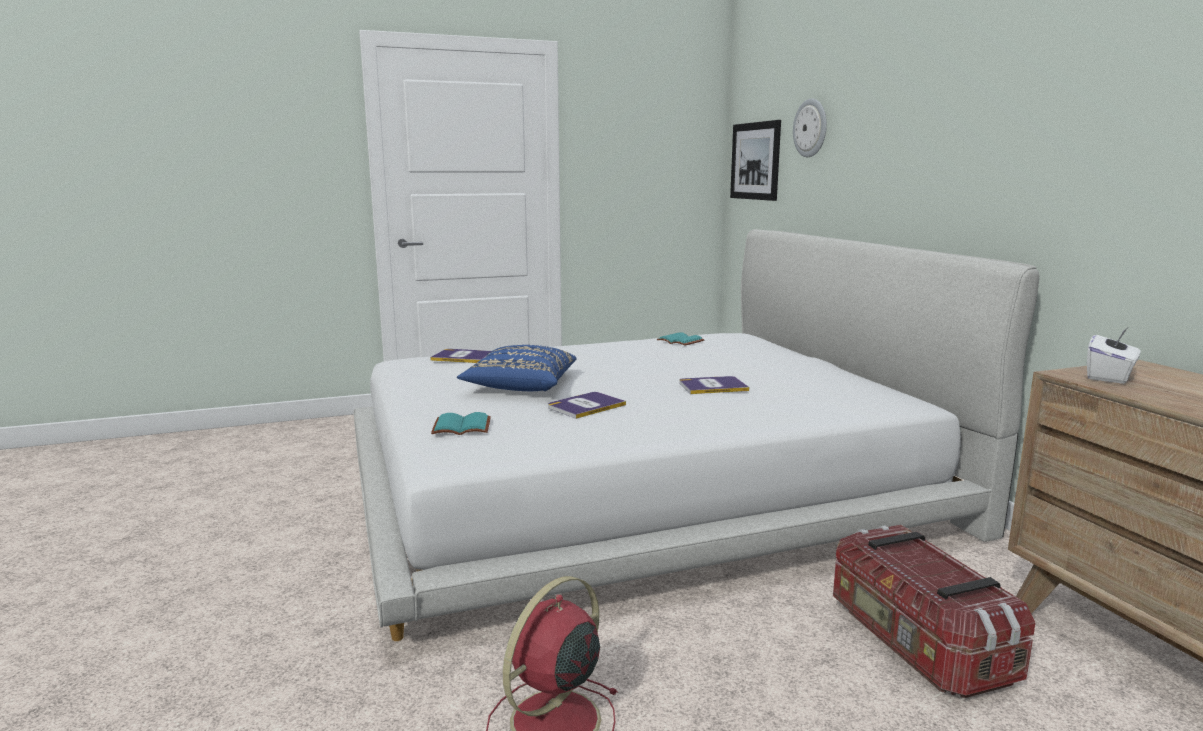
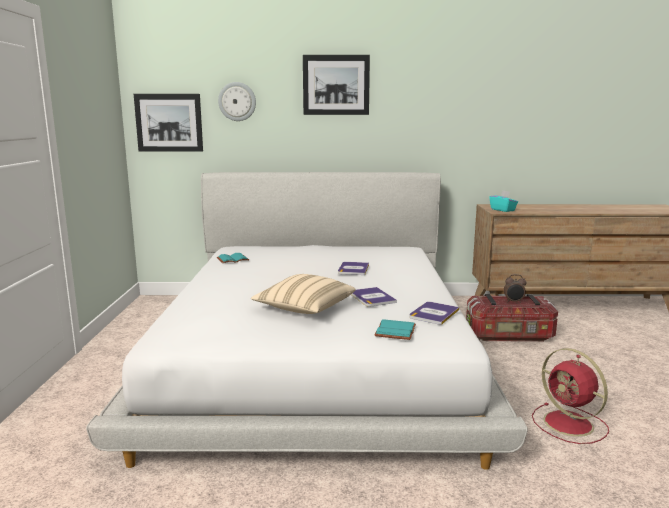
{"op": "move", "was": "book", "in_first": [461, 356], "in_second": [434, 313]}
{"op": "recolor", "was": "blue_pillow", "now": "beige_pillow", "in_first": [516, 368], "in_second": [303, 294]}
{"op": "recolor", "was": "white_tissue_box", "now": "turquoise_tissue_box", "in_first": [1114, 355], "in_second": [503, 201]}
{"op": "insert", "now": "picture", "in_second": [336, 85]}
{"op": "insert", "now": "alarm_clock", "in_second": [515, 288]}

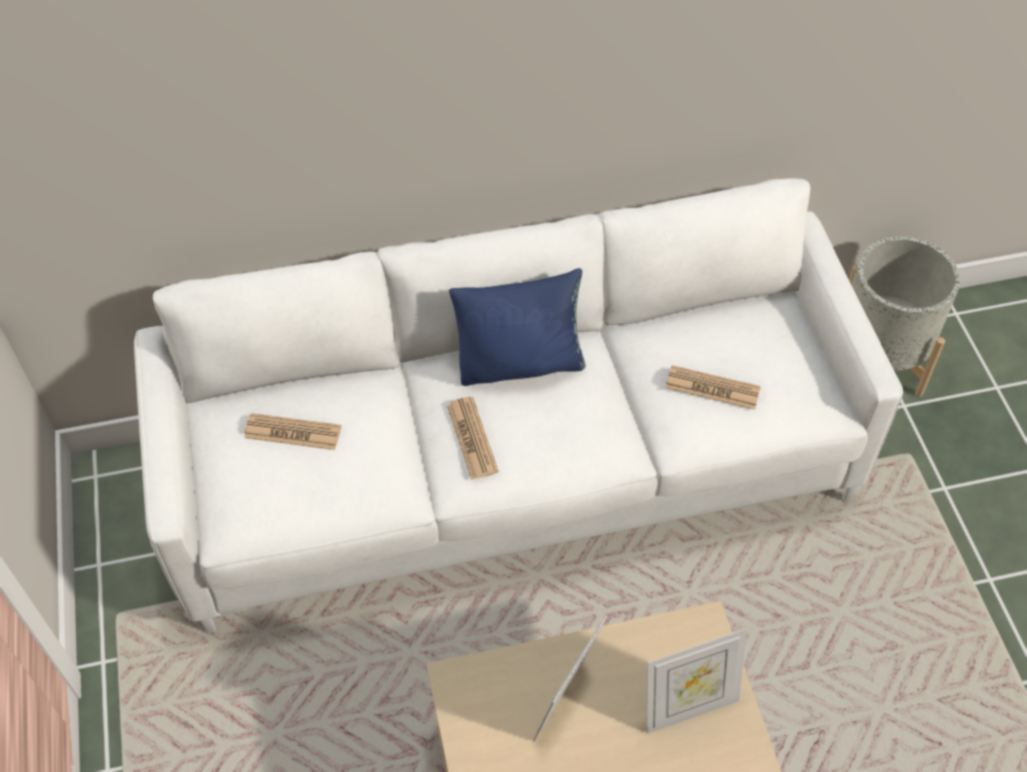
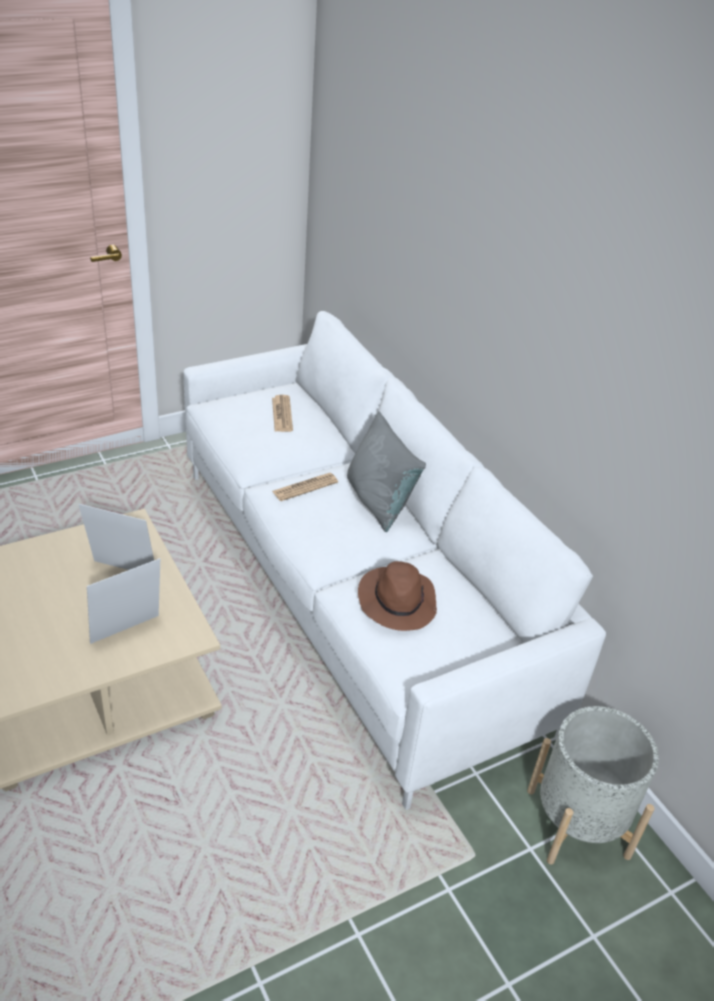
{"op": "recolor", "was": "blue_pillow", "now": "grey_pillow", "in_first": [517, 327], "in_second": [386, 471]}
{"op": "rotate", "was": "picture_frame", "in_first": [697, 681], "in_second": [123, 601], "clockwise": 90}
{"op": "replace", "was": "newspaper", "now": "brown_hat", "in_first": [713, 387], "in_second": [397, 596]}

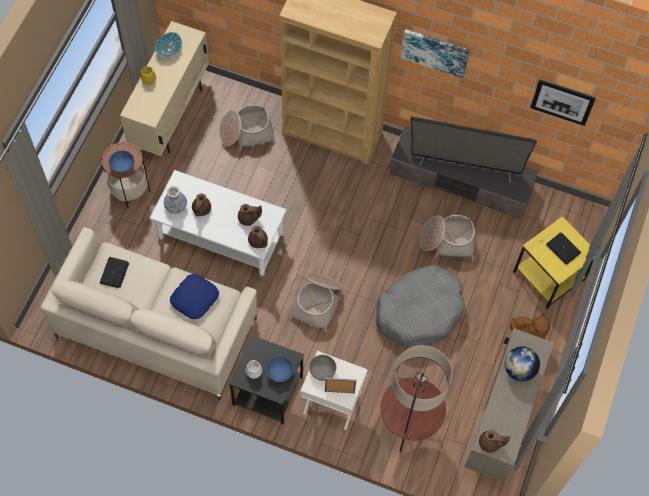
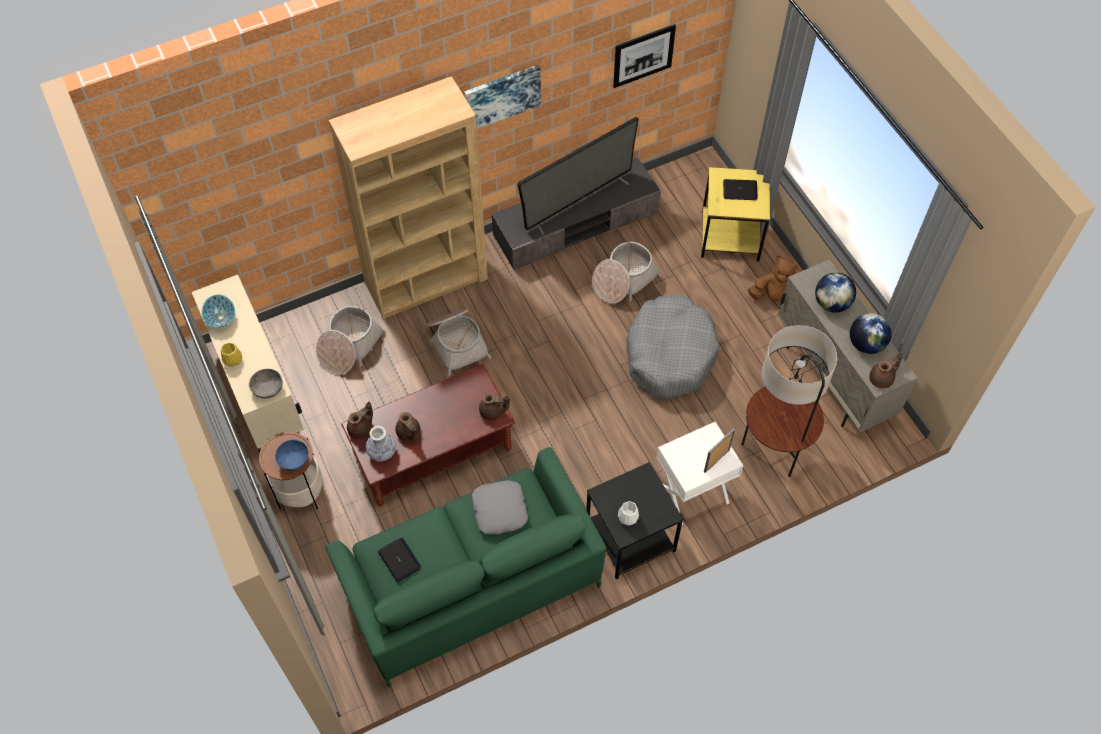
{"op": "recolor", "was": "beige_sofa", "now": "green_sofa", "in_first": [149, 313], "in_second": [465, 567]}
{"op": "recolor", "was": "white_coffee_table", "now": "brown_coffee_table", "in_first": [218, 223], "in_second": [428, 435]}
{"op": "recolor", "was": "blue_pillow", "now": "grey_pillow", "in_first": [194, 296], "in_second": [500, 507]}
{"op": "move", "was": "brown_teapot", "in_first": [250, 215], "in_second": [360, 420]}
{"op": "delete", "was": "blue_bowl", "in_first": [279, 369]}
{"op": "move", "was": "basket", "in_first": [315, 302], "in_second": [459, 342]}
{"op": "move", "was": "grey_bowl", "in_first": [322, 368], "in_second": [266, 384]}
{"op": "insert", "now": "globe", "in_second": [871, 333]}

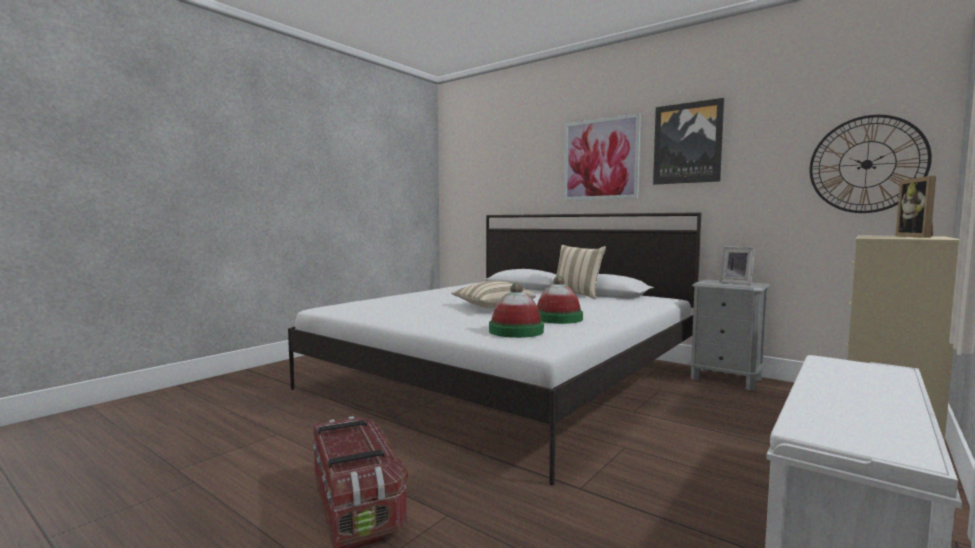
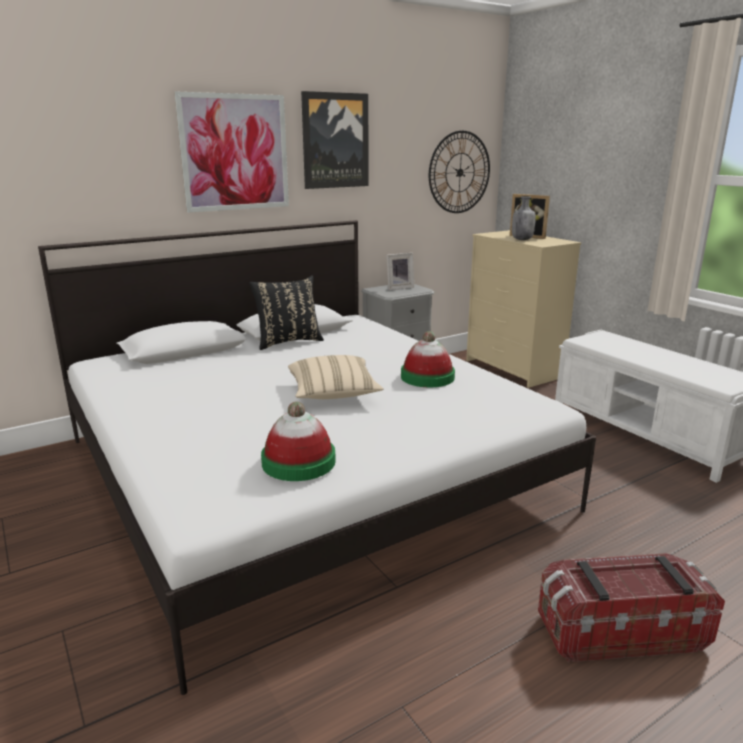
{"op": "move", "was": "hat", "in_first": [516, 310], "in_second": [298, 441]}
{"op": "recolor", "was": "beige_pillow", "now": "black_pillow", "in_first": [581, 272], "in_second": [286, 312]}
{"op": "insert", "now": "grey_bottle", "in_second": [524, 218]}

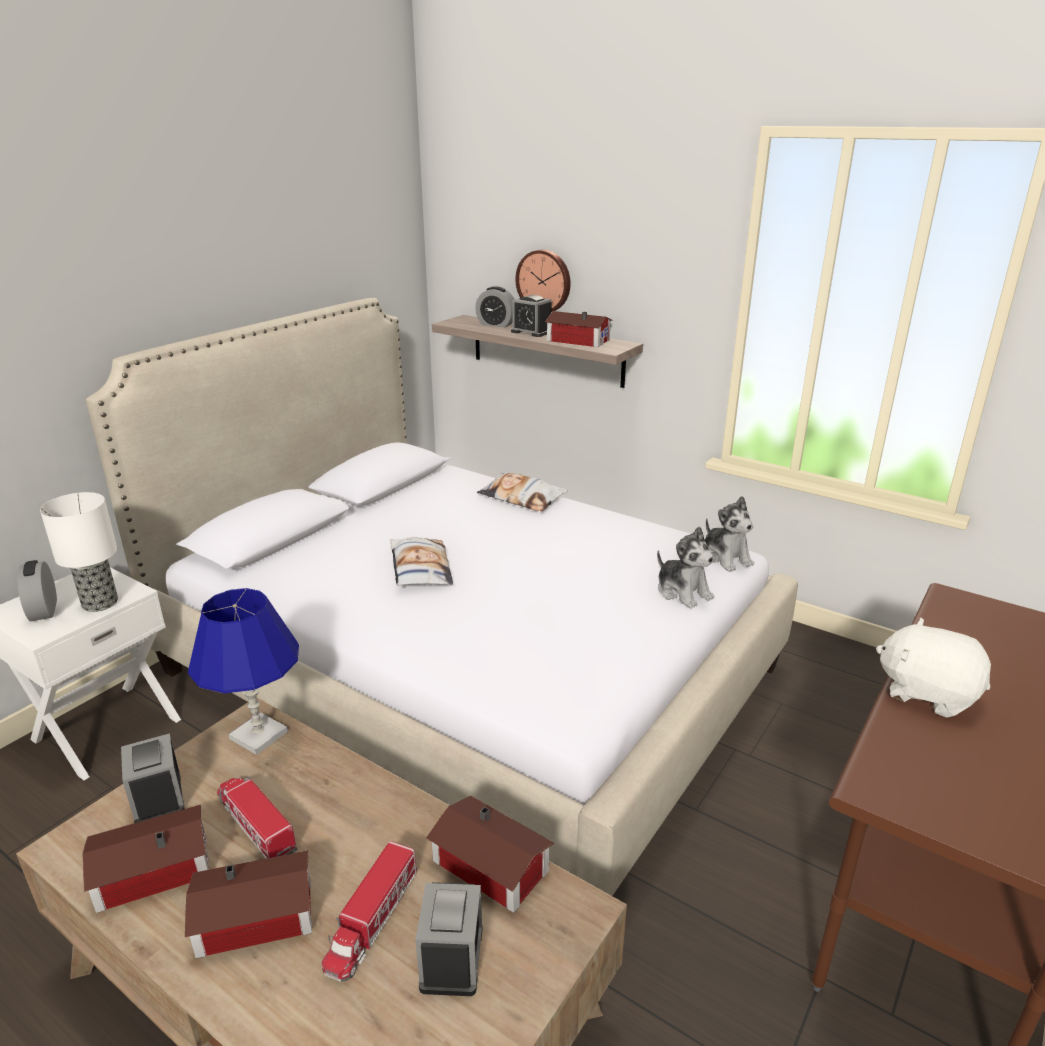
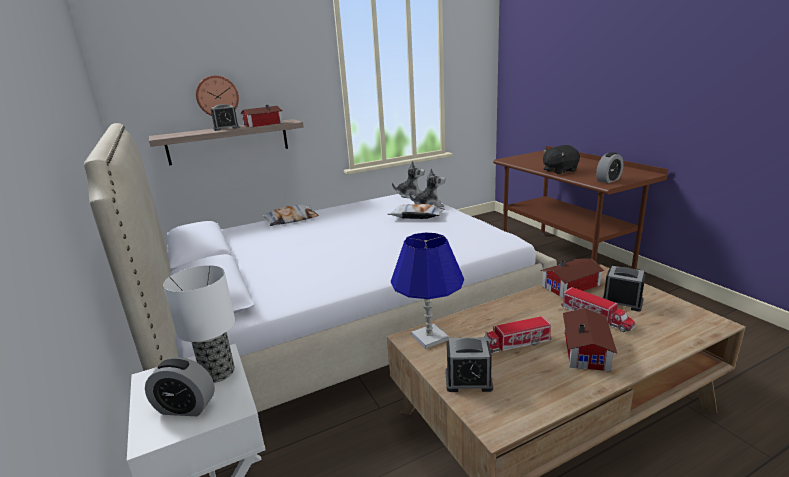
{"op": "delete", "was": "toy_house", "in_first": [145, 859]}
{"op": "move", "was": "pillow", "in_first": [421, 561], "in_second": [416, 211]}
{"op": "move", "was": "alarm_clock", "in_first": [495, 307], "in_second": [609, 167]}
{"op": "recolor", "was": "white_plush_toy", "now": "black_plush_toy", "in_first": [933, 668], "in_second": [561, 160]}

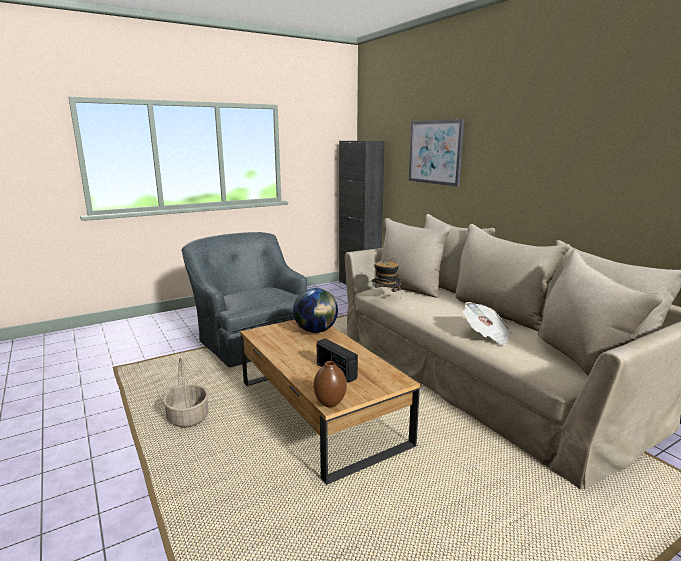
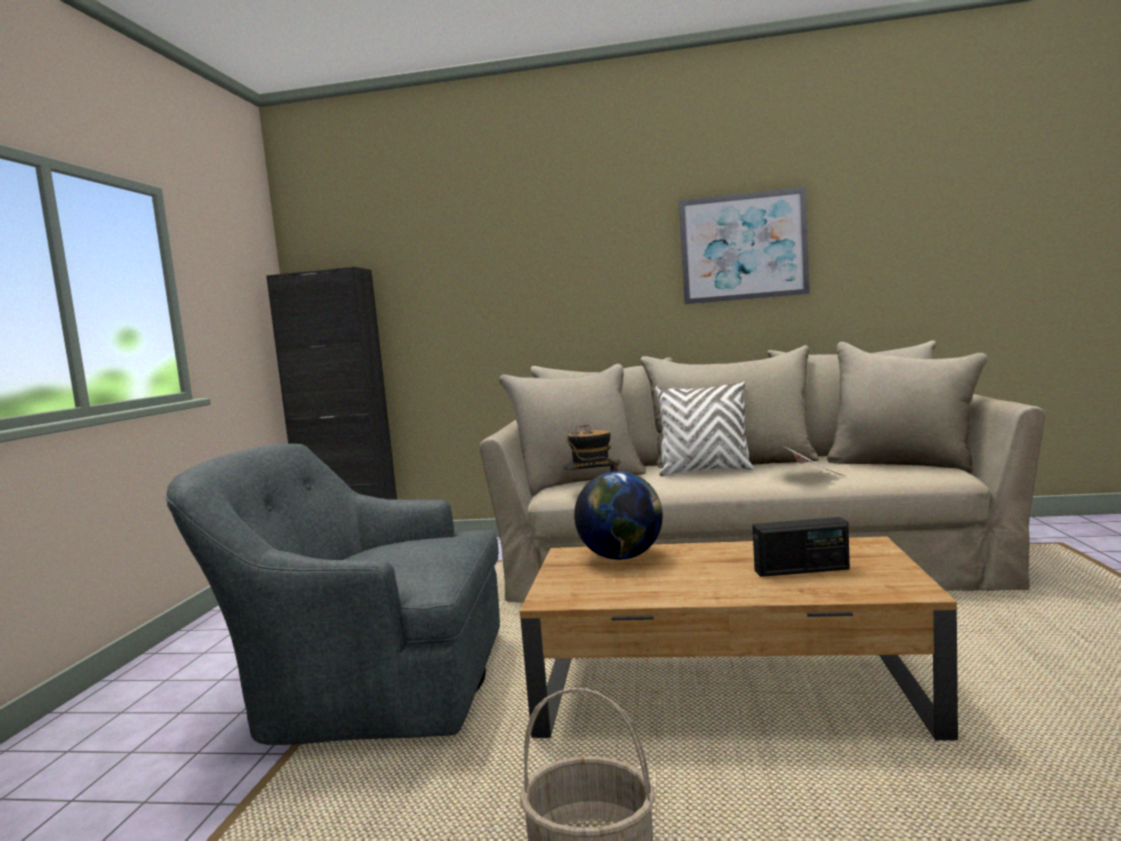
{"op": "delete", "was": "brown_vase", "in_first": [330, 384]}
{"op": "move", "was": "picture", "in_first": [436, 153], "in_second": [744, 246]}
{"op": "insert", "now": "white_pillow", "in_second": [704, 428]}

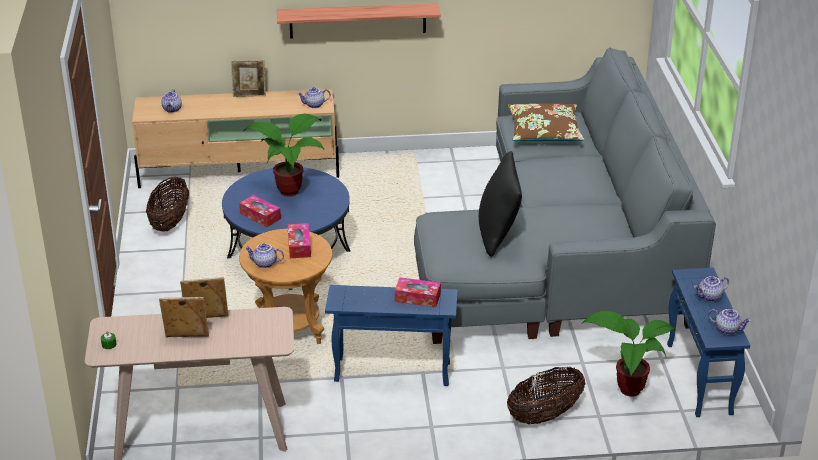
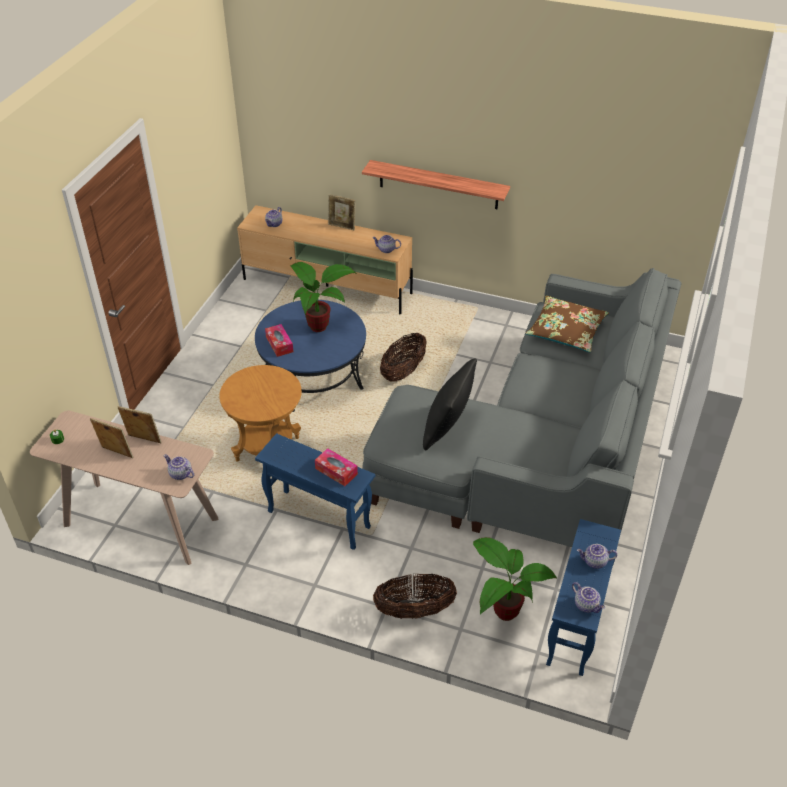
{"op": "move", "was": "basket", "in_first": [167, 204], "in_second": [403, 357]}
{"op": "move", "was": "teapot", "in_first": [264, 255], "in_second": [179, 467]}
{"op": "delete", "was": "tissue_box", "in_first": [299, 240]}

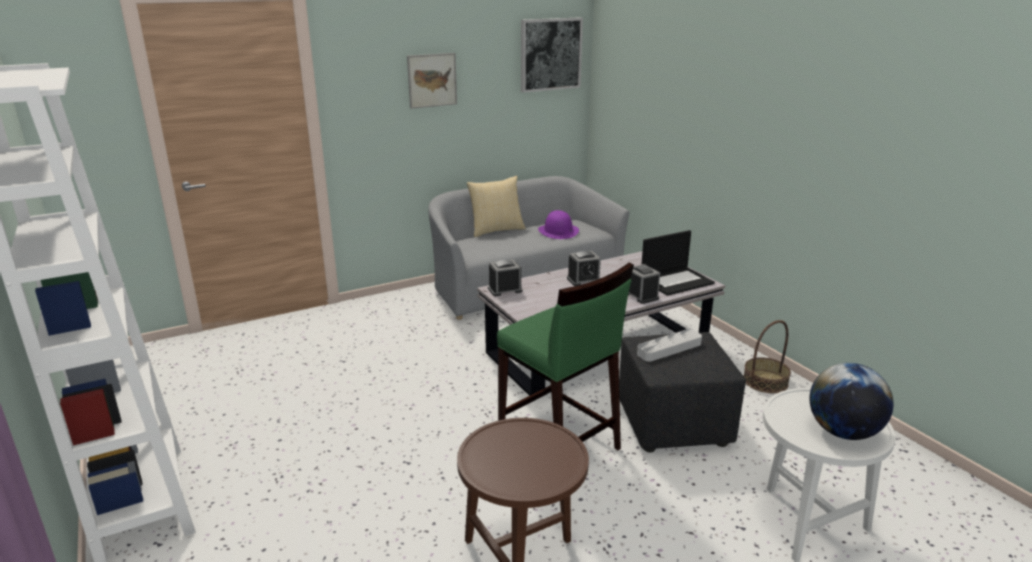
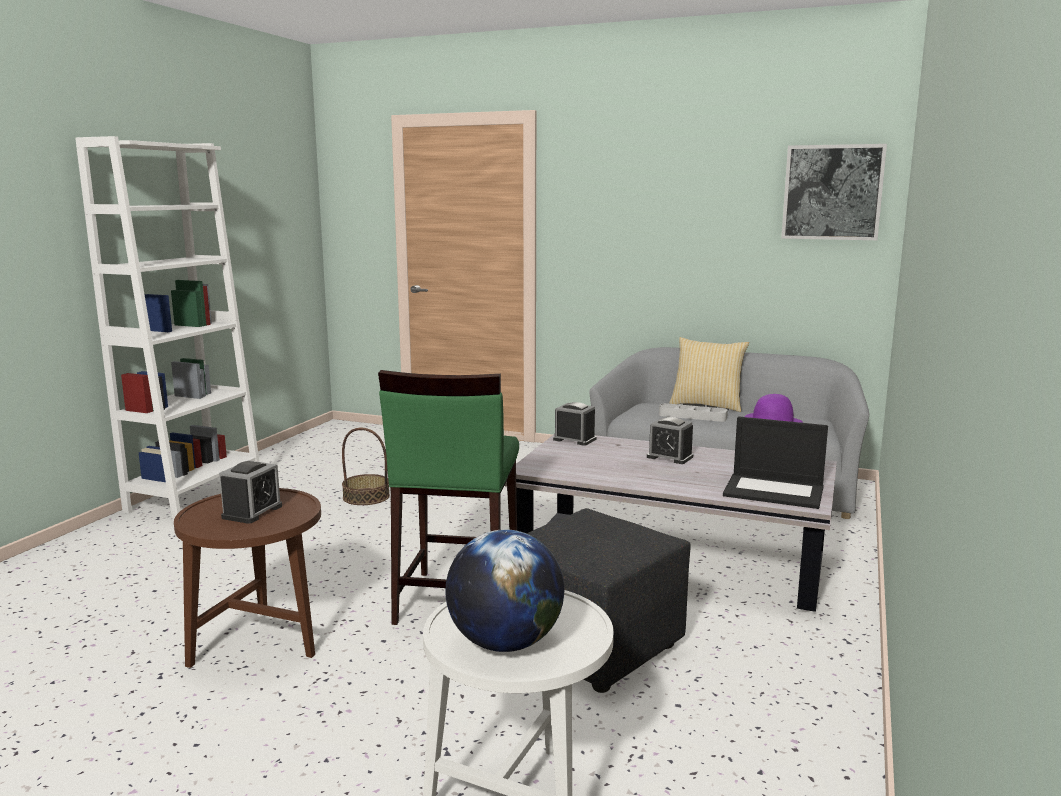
{"op": "delete", "was": "picture", "in_first": [432, 81]}
{"op": "move", "was": "alarm_clock", "in_first": [644, 284], "in_second": [250, 492]}
{"op": "move", "was": "grey_tray", "in_first": [669, 345], "in_second": [693, 412]}
{"op": "move", "was": "basket", "in_first": [767, 356], "in_second": [366, 466]}

